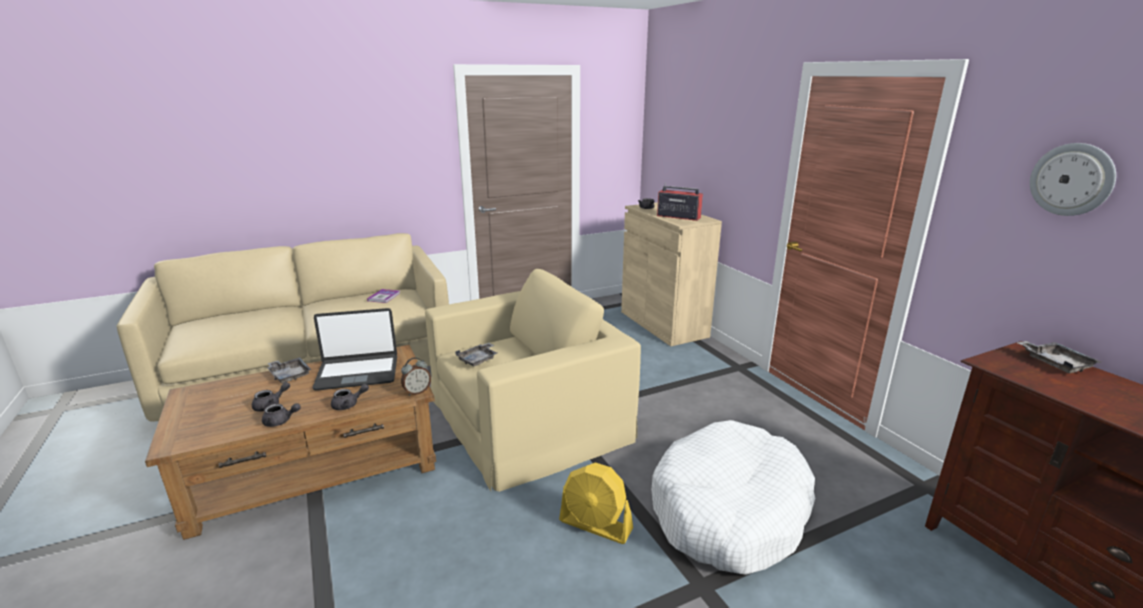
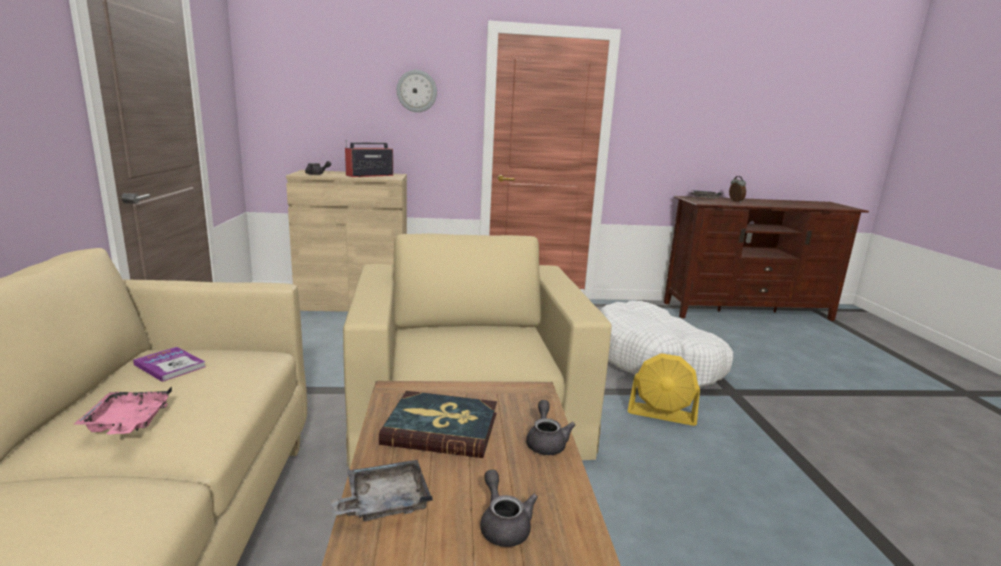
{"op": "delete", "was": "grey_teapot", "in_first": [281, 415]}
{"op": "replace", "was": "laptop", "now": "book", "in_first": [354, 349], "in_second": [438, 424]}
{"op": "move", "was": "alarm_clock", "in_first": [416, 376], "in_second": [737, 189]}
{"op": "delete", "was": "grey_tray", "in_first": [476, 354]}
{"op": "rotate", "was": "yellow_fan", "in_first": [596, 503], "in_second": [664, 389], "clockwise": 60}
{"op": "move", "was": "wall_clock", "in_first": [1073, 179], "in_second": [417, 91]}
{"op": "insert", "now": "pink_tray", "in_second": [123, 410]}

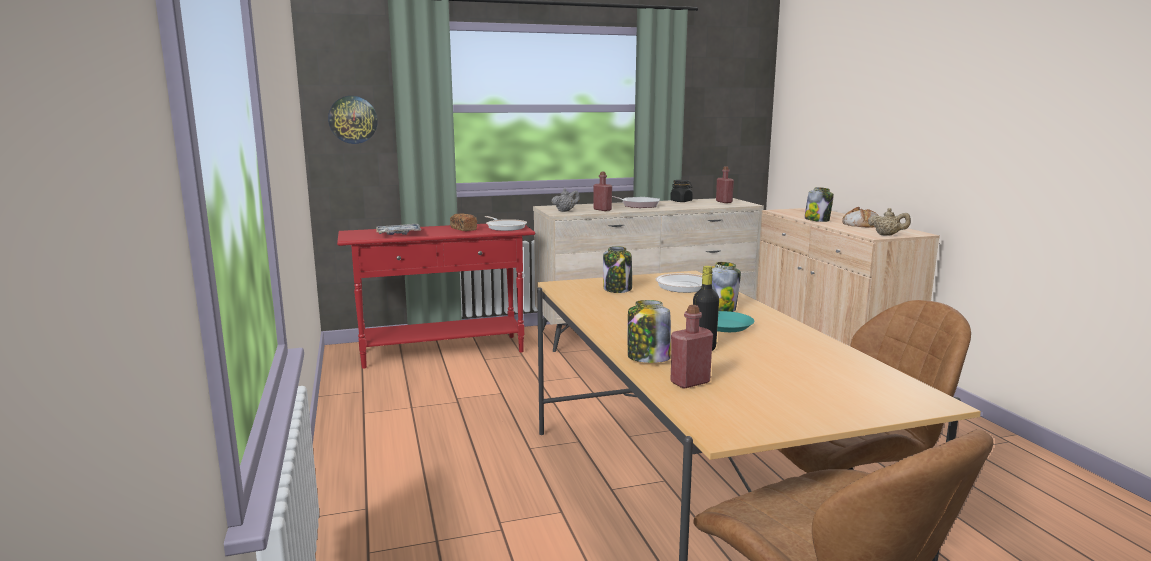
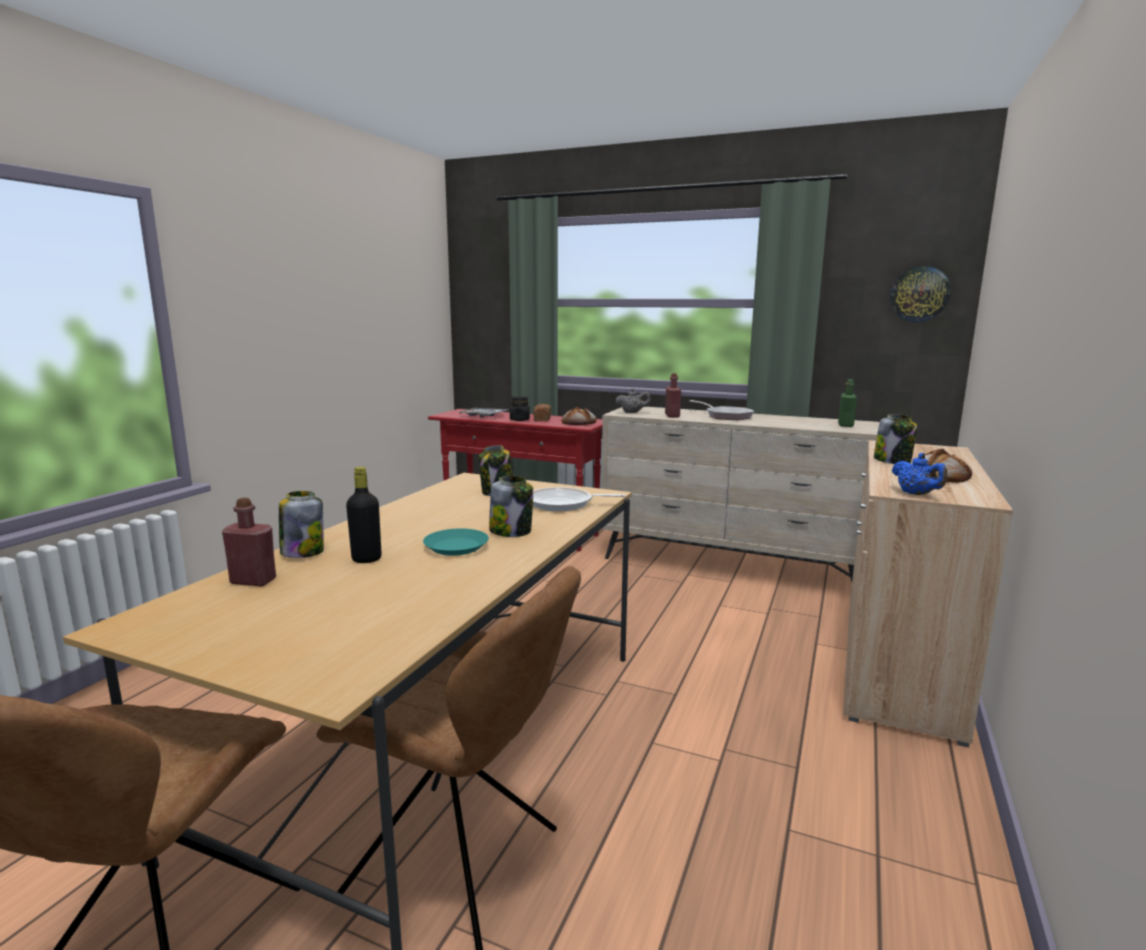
{"op": "move", "was": "wall_clock", "in_first": [353, 120], "in_second": [920, 294]}
{"op": "replace", "was": "frying_pan", "now": "bread", "in_first": [506, 223], "in_second": [579, 416]}
{"op": "move", "was": "black_jar", "in_first": [681, 191], "in_second": [520, 408]}
{"op": "recolor", "was": "red_bottle", "now": "green_bottle", "in_first": [725, 184], "in_second": [847, 403]}
{"op": "recolor", "was": "beige_teapot", "now": "blue_teapot", "in_first": [889, 222], "in_second": [919, 474]}

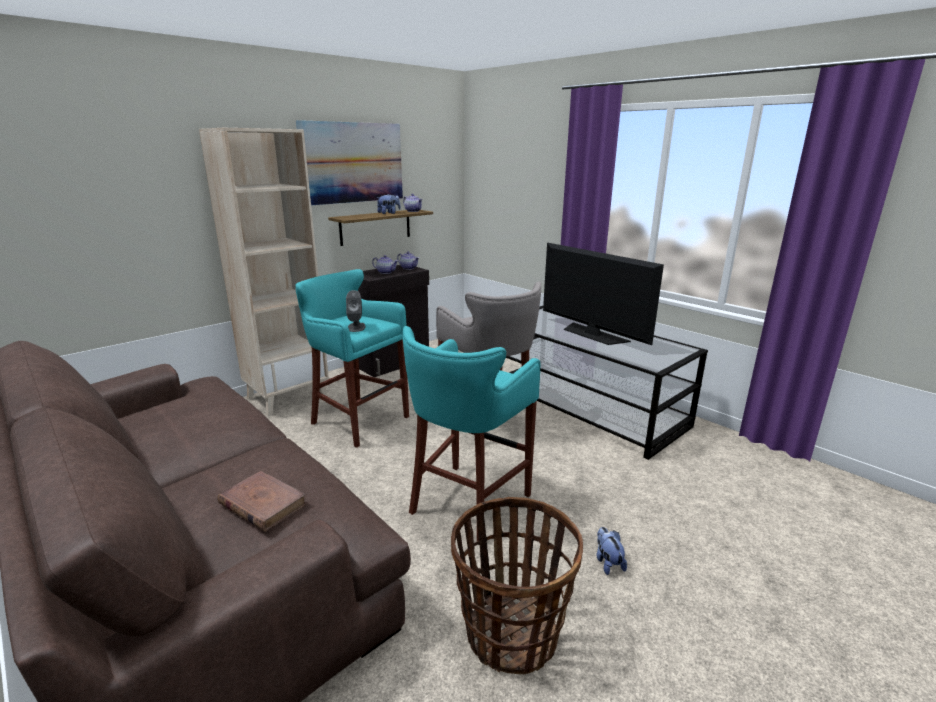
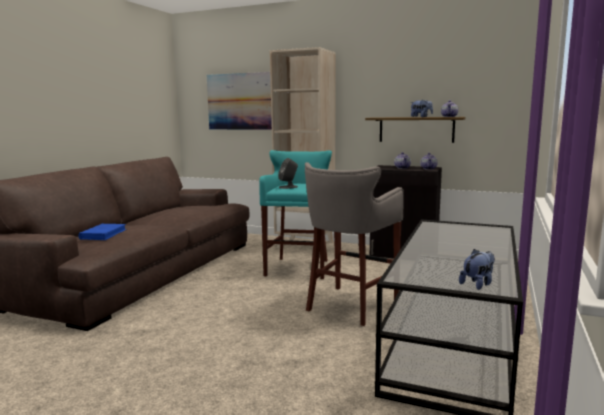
{"op": "recolor", "was": "brown_book", "now": "blue_book", "in_first": [262, 501], "in_second": [102, 232]}
{"op": "move", "was": "picture", "in_first": [349, 162], "in_second": [239, 101]}
{"op": "delete", "was": "turquoise_stool", "in_first": [471, 433]}
{"op": "delete", "was": "basket", "in_first": [517, 585]}
{"op": "delete", "was": "television", "in_first": [603, 294]}
{"op": "move", "was": "plush_toy", "in_first": [611, 551], "in_second": [477, 269]}

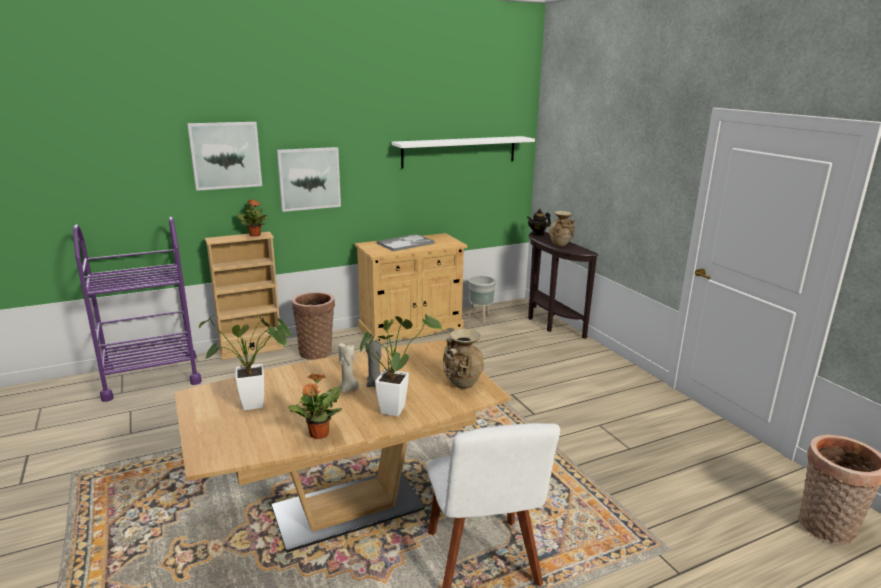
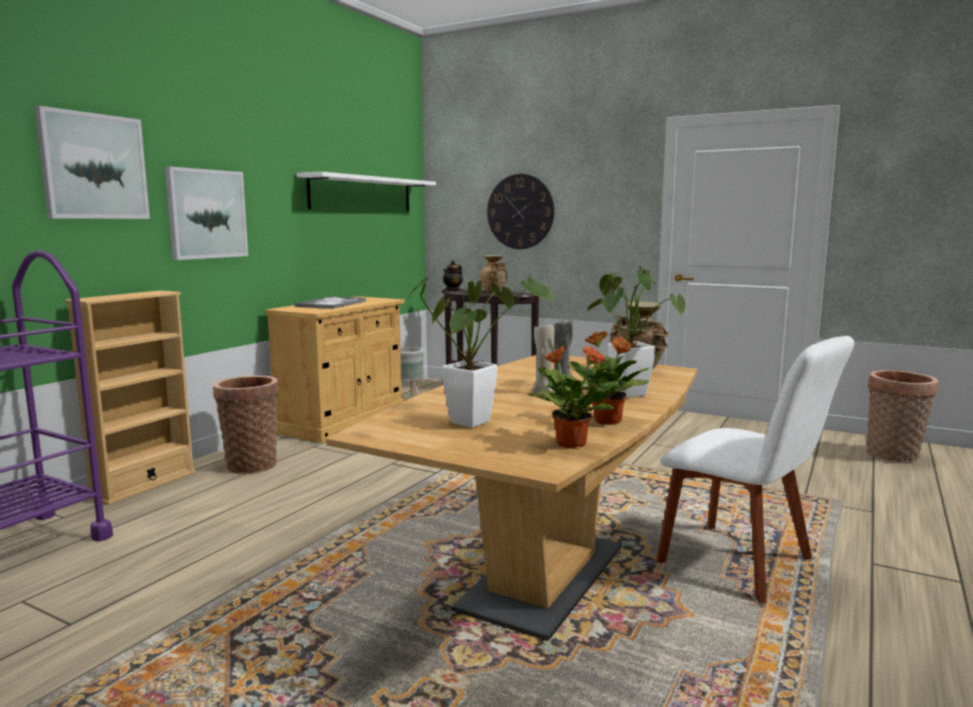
{"op": "move", "was": "potted_plant", "in_first": [251, 218], "in_second": [573, 397]}
{"op": "insert", "now": "wall_clock", "in_second": [520, 211]}

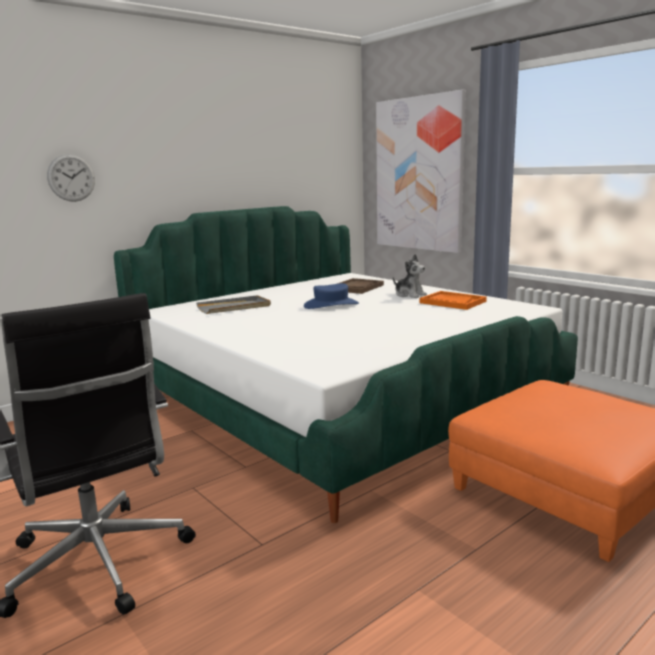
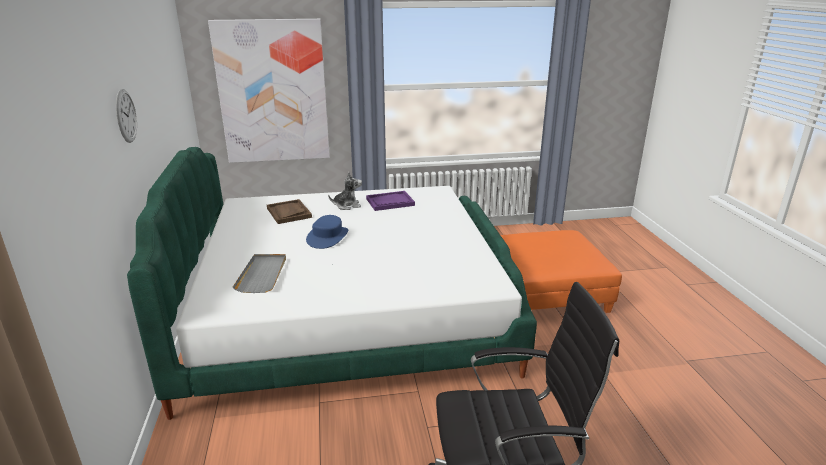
{"op": "move", "was": "wall_clock", "in_first": [71, 178], "in_second": [126, 116]}
{"op": "recolor", "was": "orange_tray", "now": "purple_tray", "in_first": [453, 300], "in_second": [390, 201]}

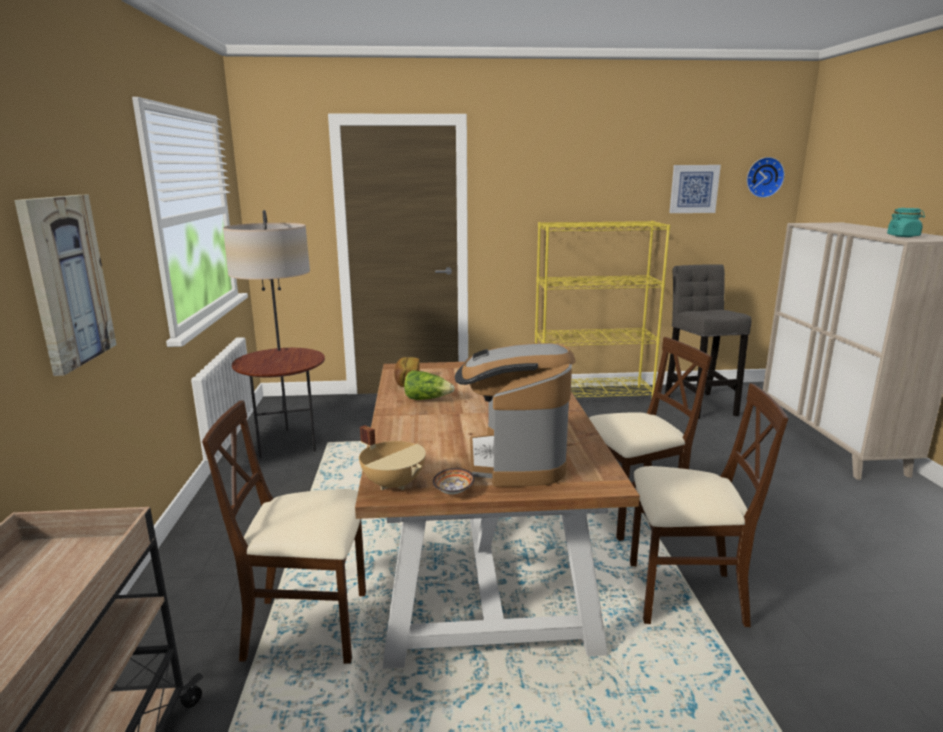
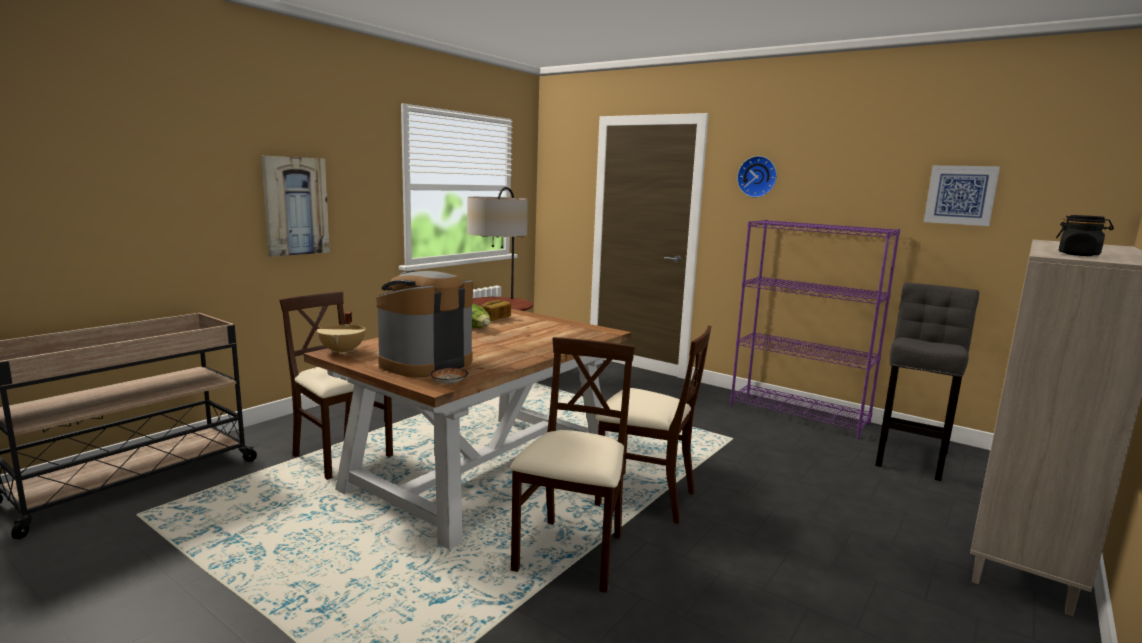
{"op": "move", "was": "bowl", "in_first": [454, 481], "in_second": [449, 376]}
{"op": "recolor", "was": "yellow_bookcase", "now": "purple_bookcase", "in_first": [602, 310], "in_second": [815, 329]}
{"op": "rotate", "was": "beige_chair", "in_first": [709, 505], "in_second": [572, 465], "clockwise": -120}
{"op": "move", "was": "wall_clock", "in_first": [766, 177], "in_second": [757, 177]}
{"op": "recolor", "was": "turquoise_jar", "now": "black_jar", "in_first": [906, 222], "in_second": [1085, 235]}

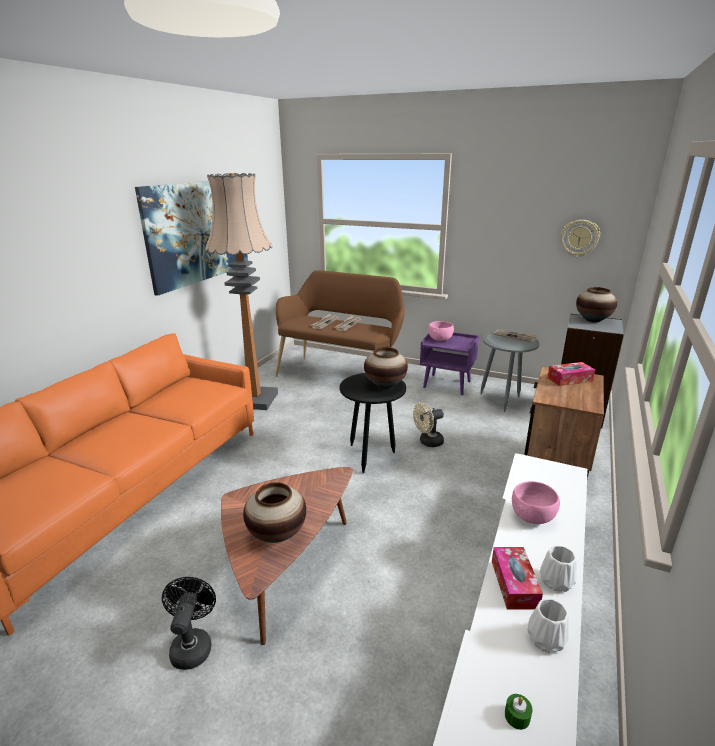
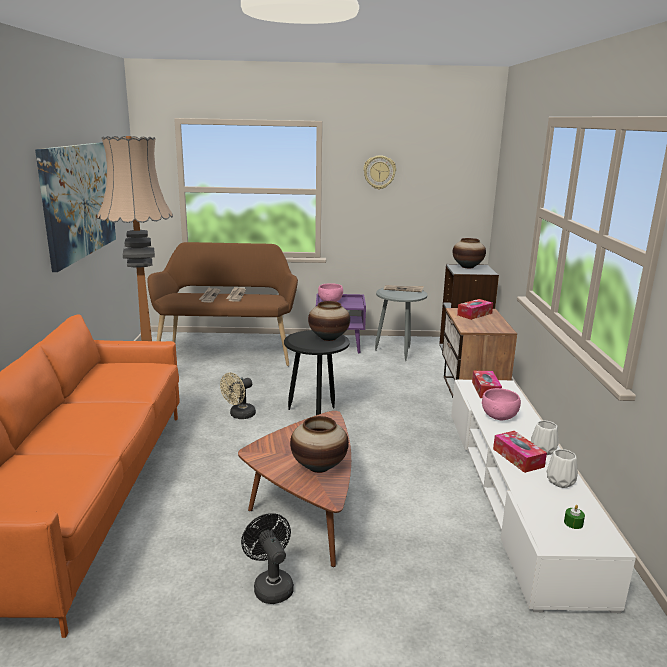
{"op": "move", "was": "beige_fan", "in_first": [428, 424], "in_second": [238, 396]}
{"op": "move", "was": "wall_clock", "in_first": [580, 238], "in_second": [379, 172]}
{"op": "insert", "now": "tissue_box", "in_second": [487, 384]}

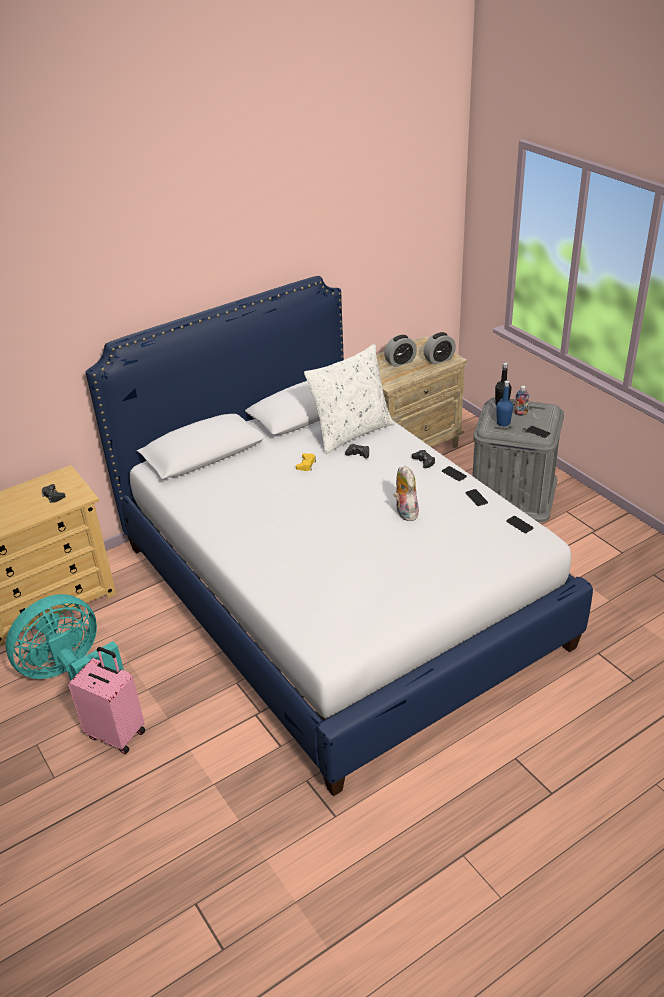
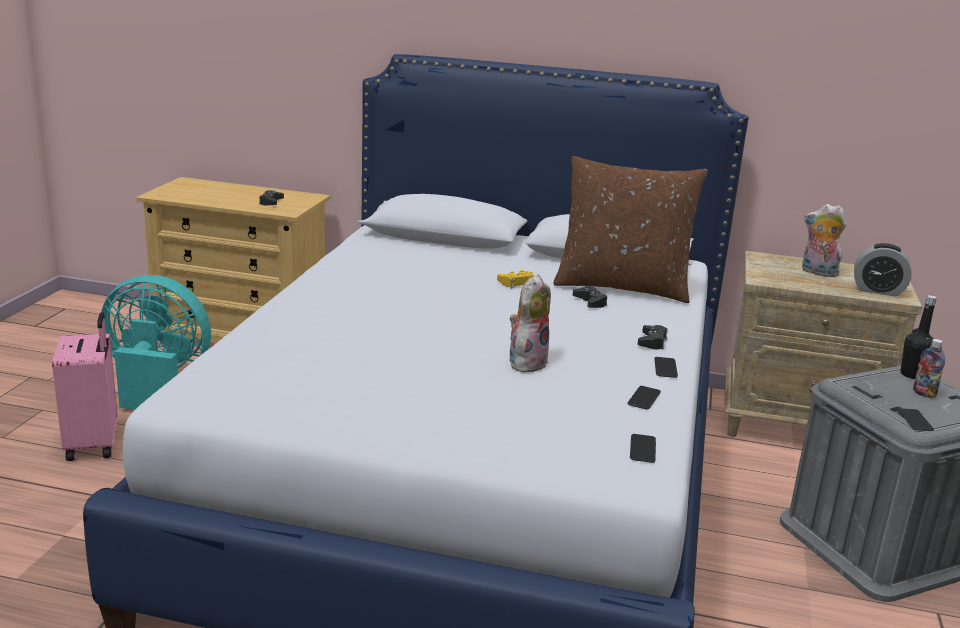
{"op": "recolor", "was": "white_pillow", "now": "brown_pillow", "in_first": [349, 399], "in_second": [630, 229]}
{"op": "replace", "was": "alarm_clock", "now": "plush_toy", "in_first": [400, 351], "in_second": [824, 240]}
{"op": "delete", "was": "blue_bottle", "in_first": [504, 403]}

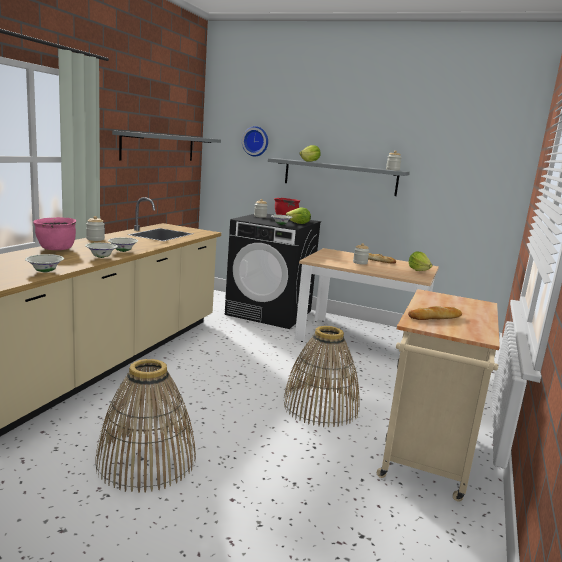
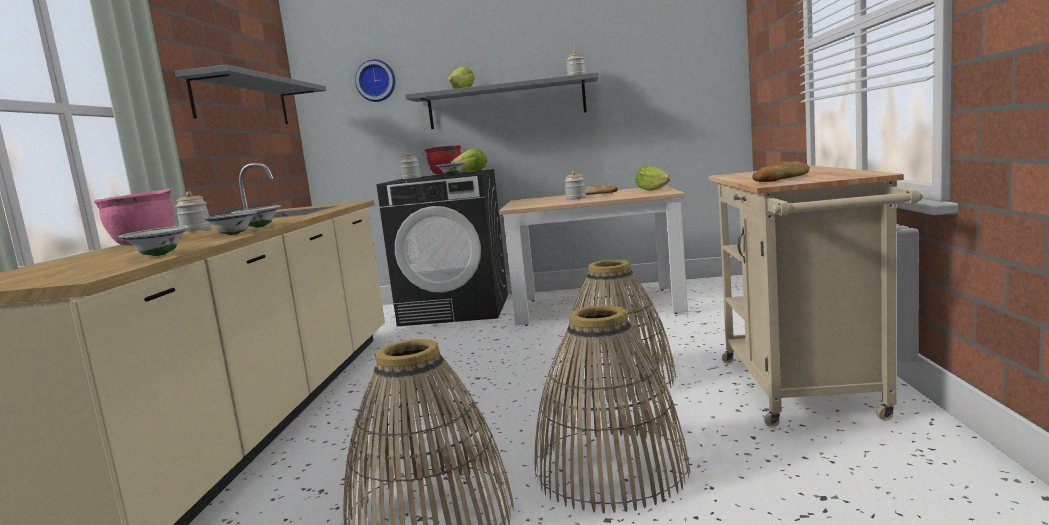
{"op": "insert", "now": "basket", "in_second": [612, 409]}

